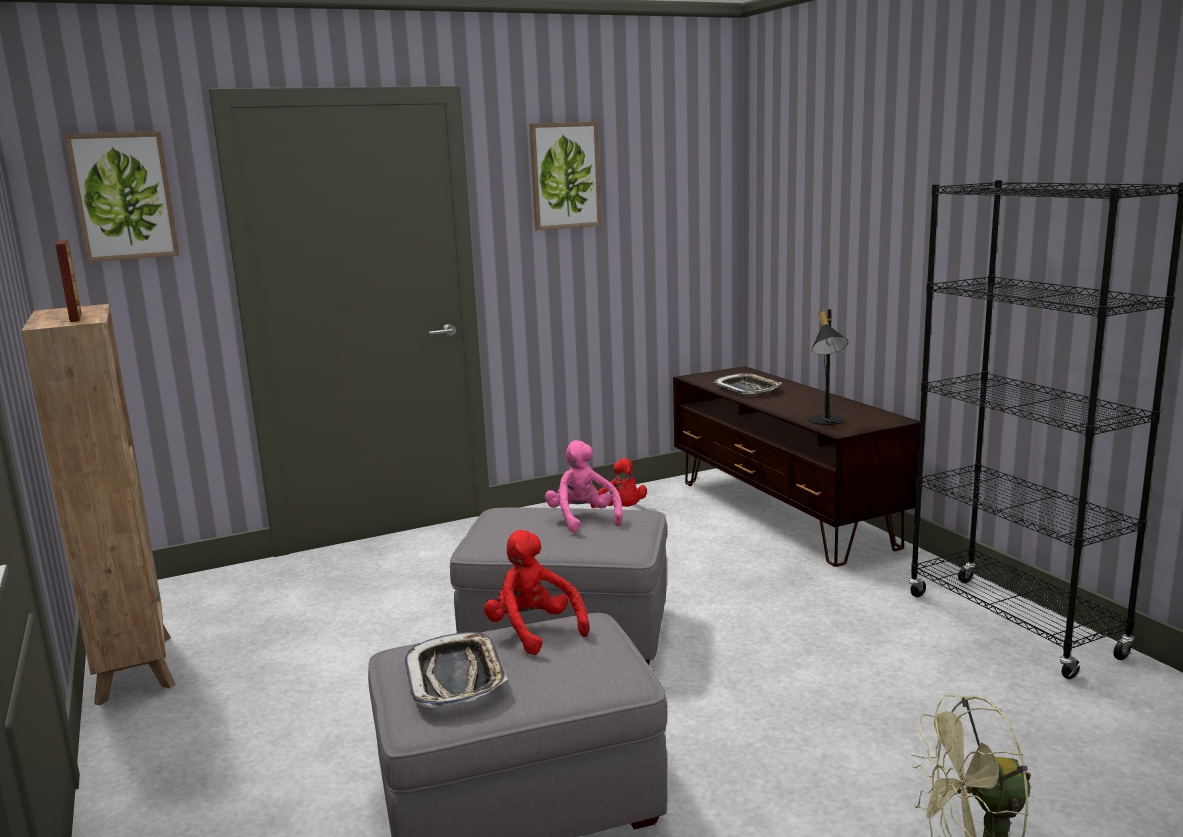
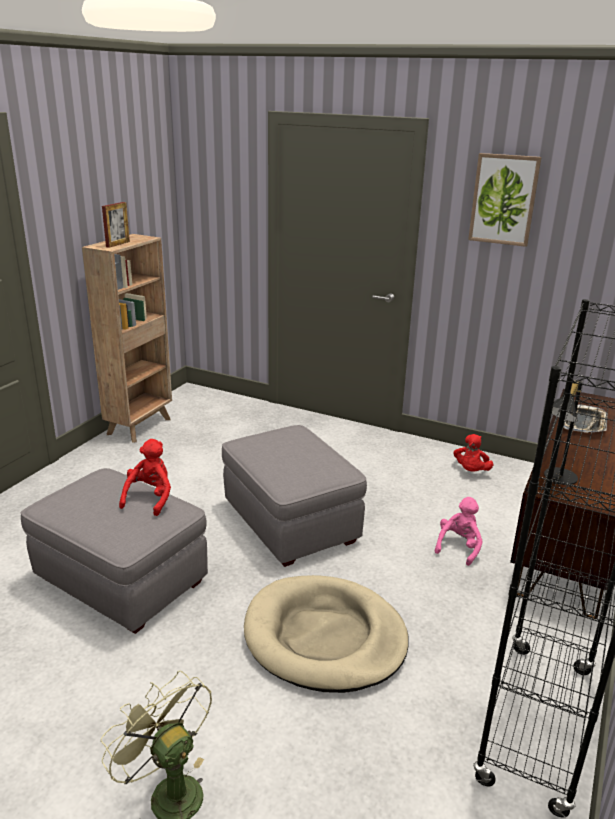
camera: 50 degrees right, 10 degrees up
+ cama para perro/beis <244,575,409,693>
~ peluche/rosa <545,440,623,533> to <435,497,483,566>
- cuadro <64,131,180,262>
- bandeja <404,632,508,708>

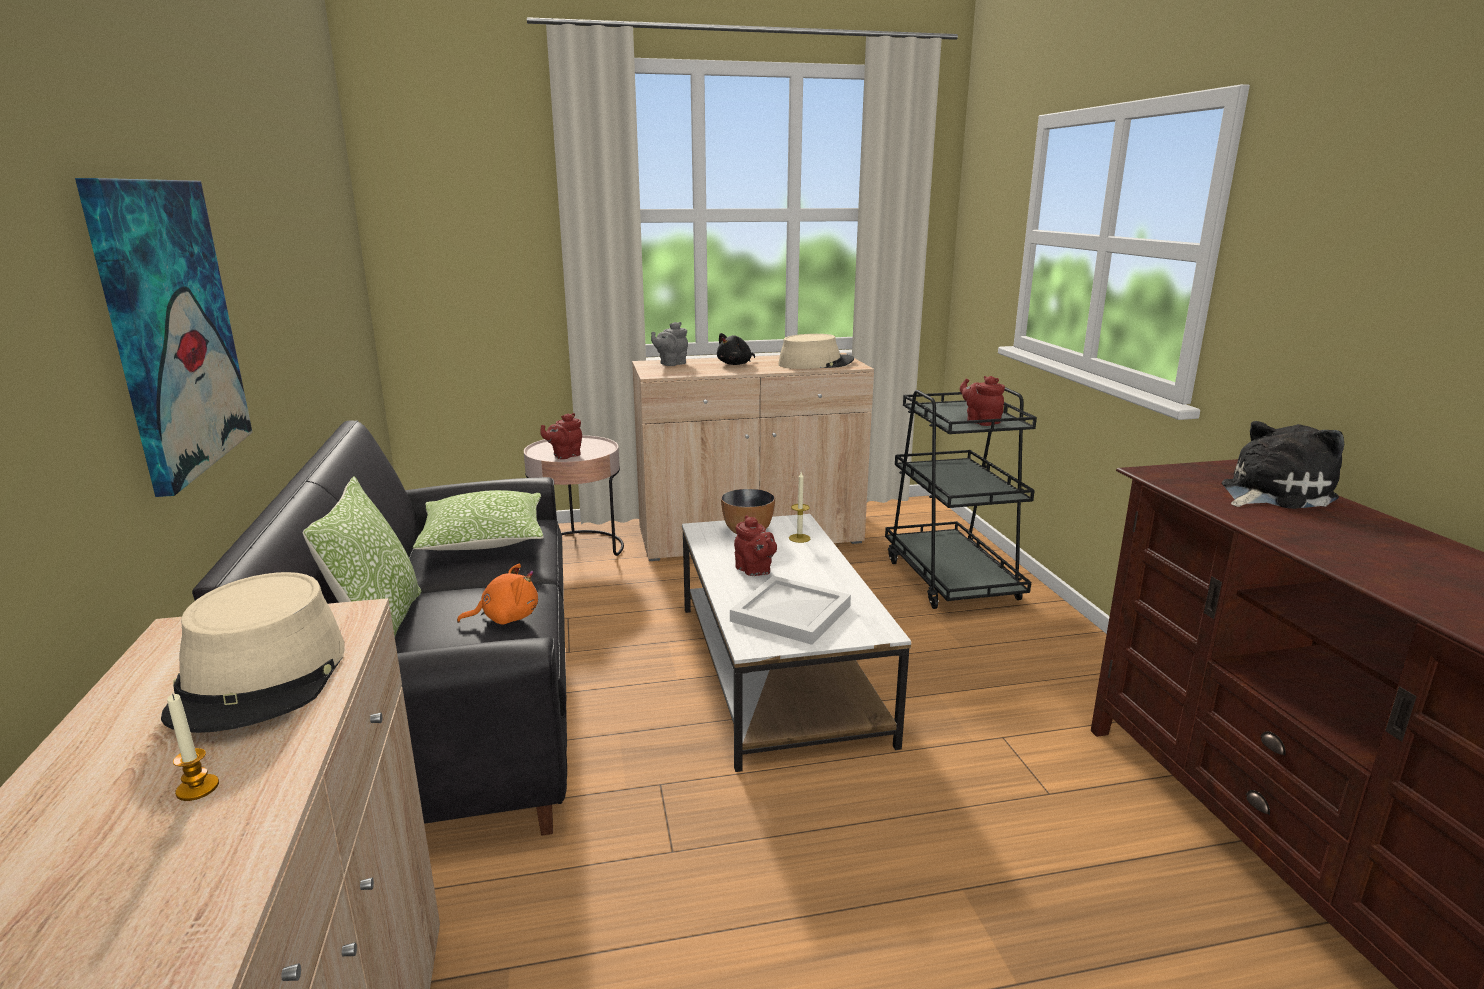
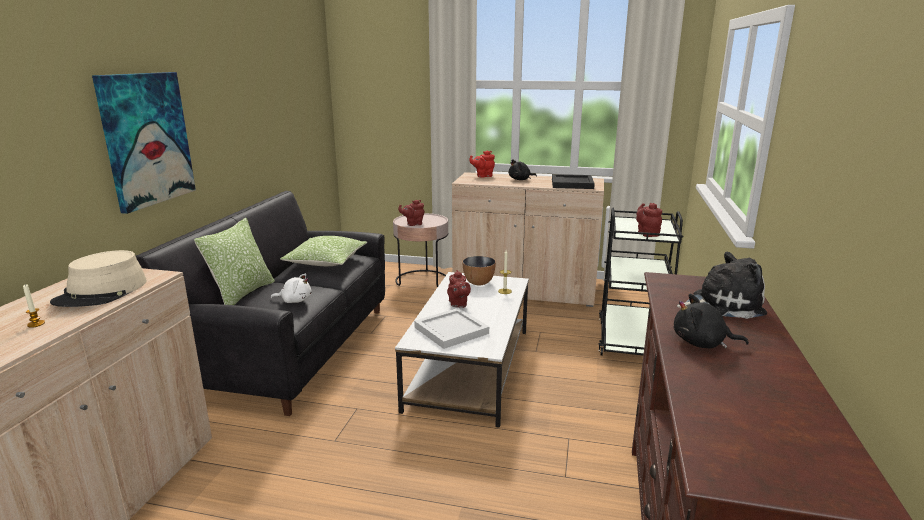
camera: 25 degrees right, 0 degrees up
~ peluche/naranja <457,563,538,624> to peluche/blanco <270,273,312,303>
~ tetera/gris <651,322,688,366> to tetera/rojo <469,151,495,178>
~ sombrero/beis <778,334,854,369> to bandeja/negro <552,174,595,189>
+ peluche/negro <673,294,749,349>

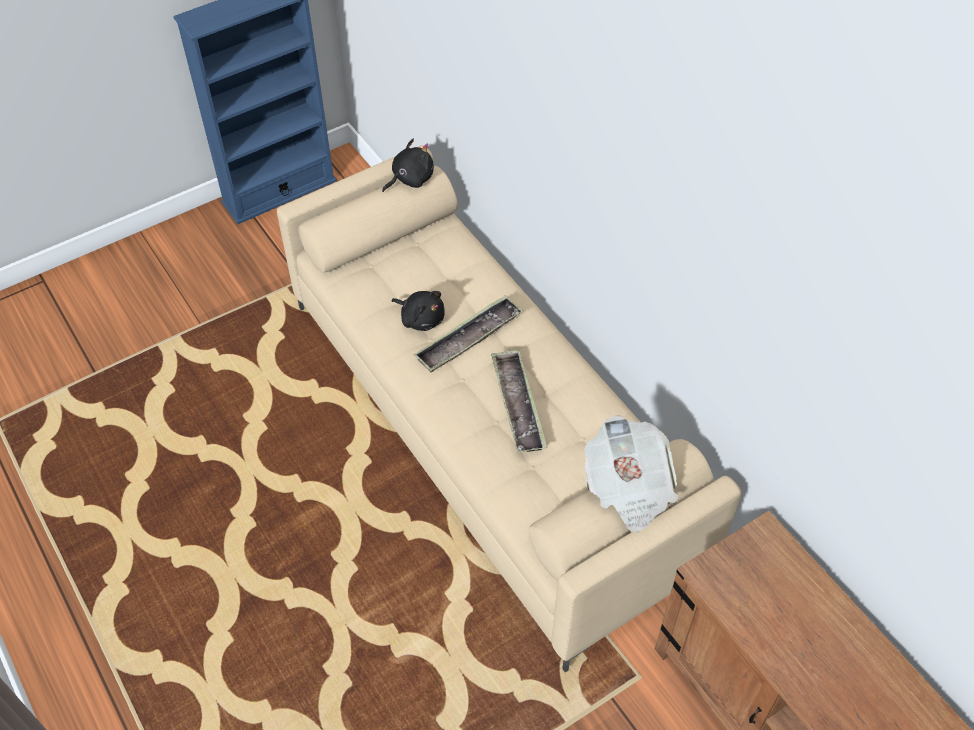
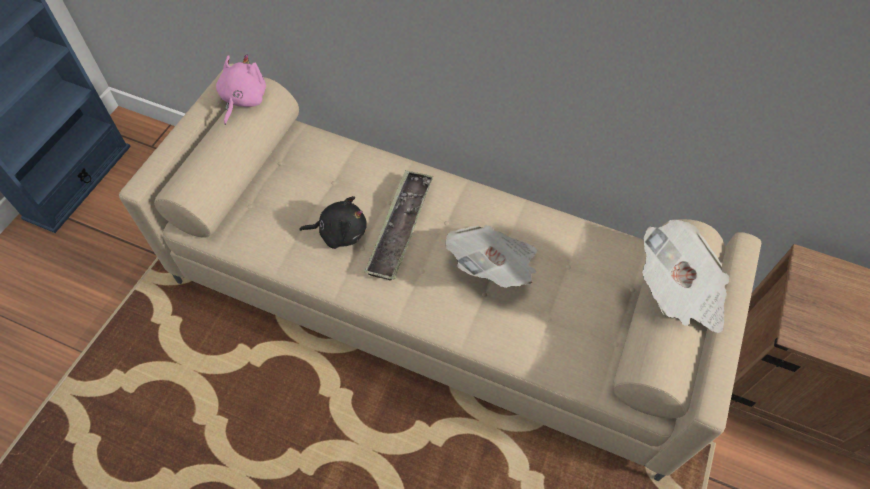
camera: 35 degrees left, 5 degrees up
~ peluche/negro <382,139,434,192> to peluche/rosa <216,54,266,125>
~ bandeja <491,350,547,452> to periódico <445,225,537,288>

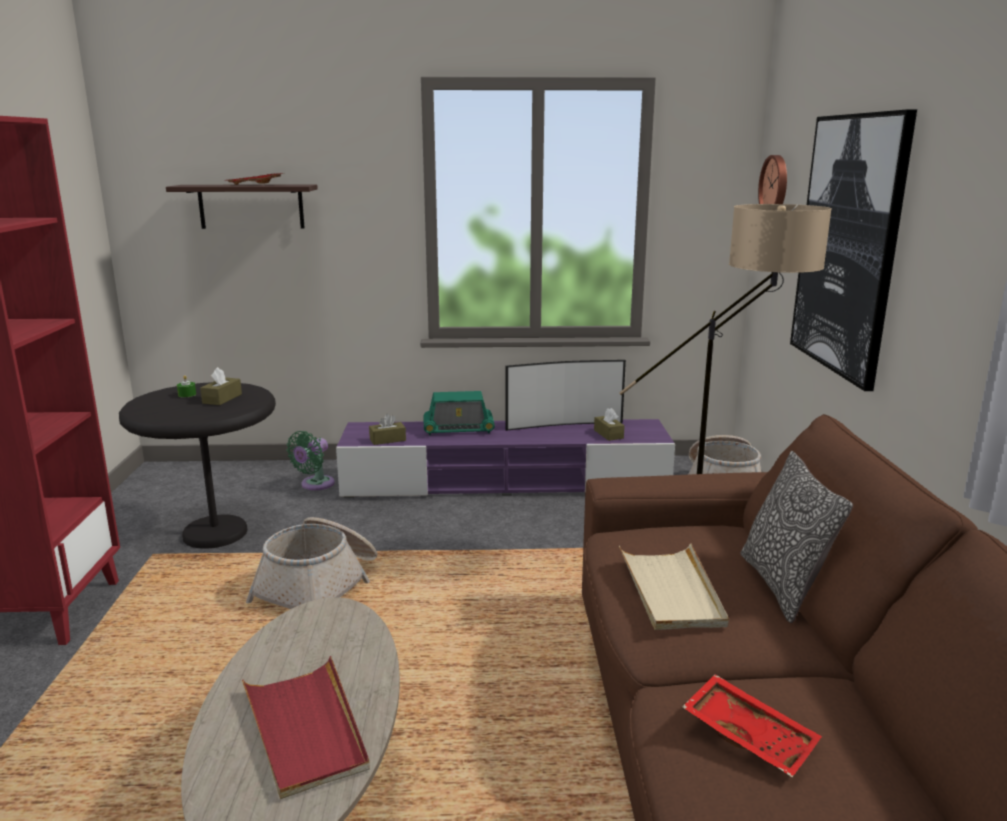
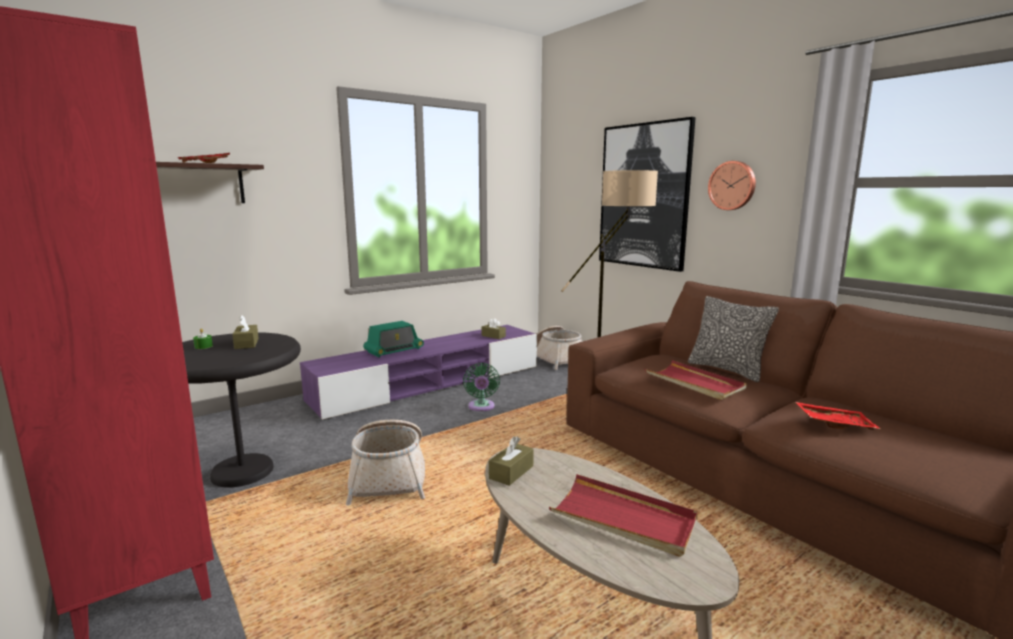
camera: 35 degrees left, 5 degrees down
~ ventilador/verde <286,431,335,490> to <463,363,500,411>
~ caja de pañuelos/marrón <369,414,406,445> to <489,436,534,486>
~ bandeja/beis <619,544,729,630> to bandeja/rojo <645,360,747,400>
~ reloj de pared <758,155,787,204> to <708,161,756,210>
- televisor <506,360,626,431>

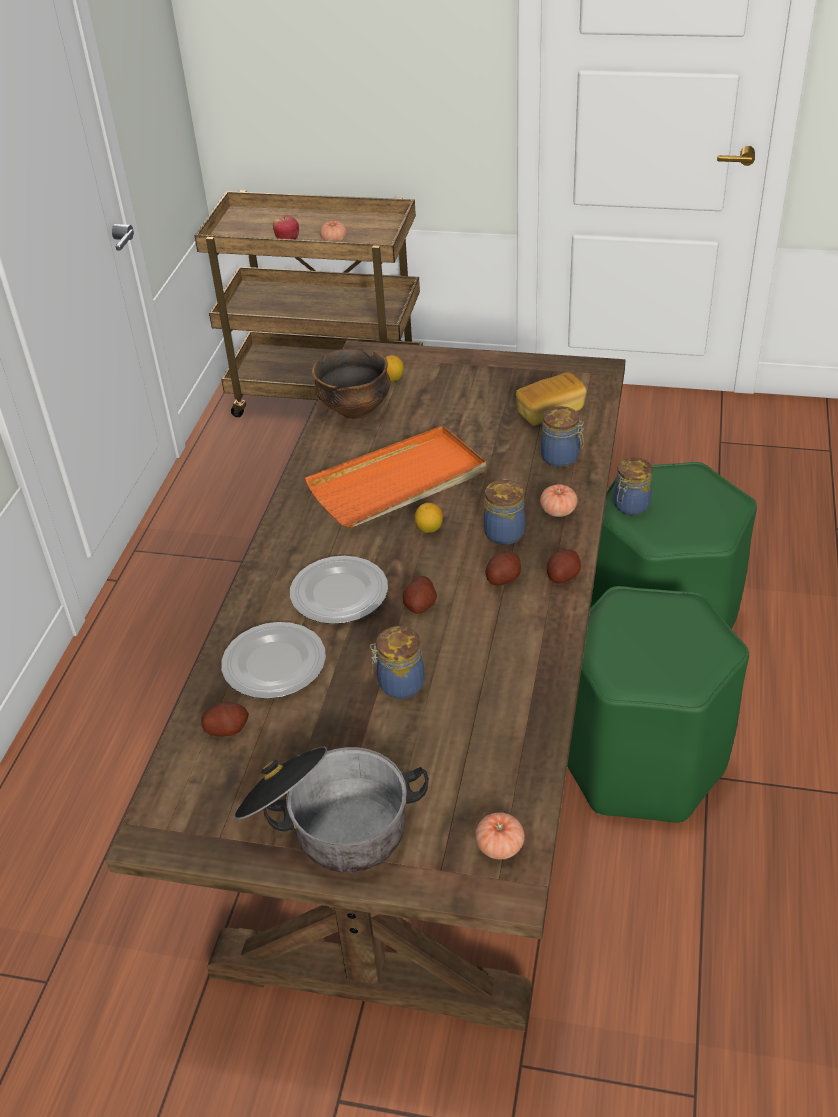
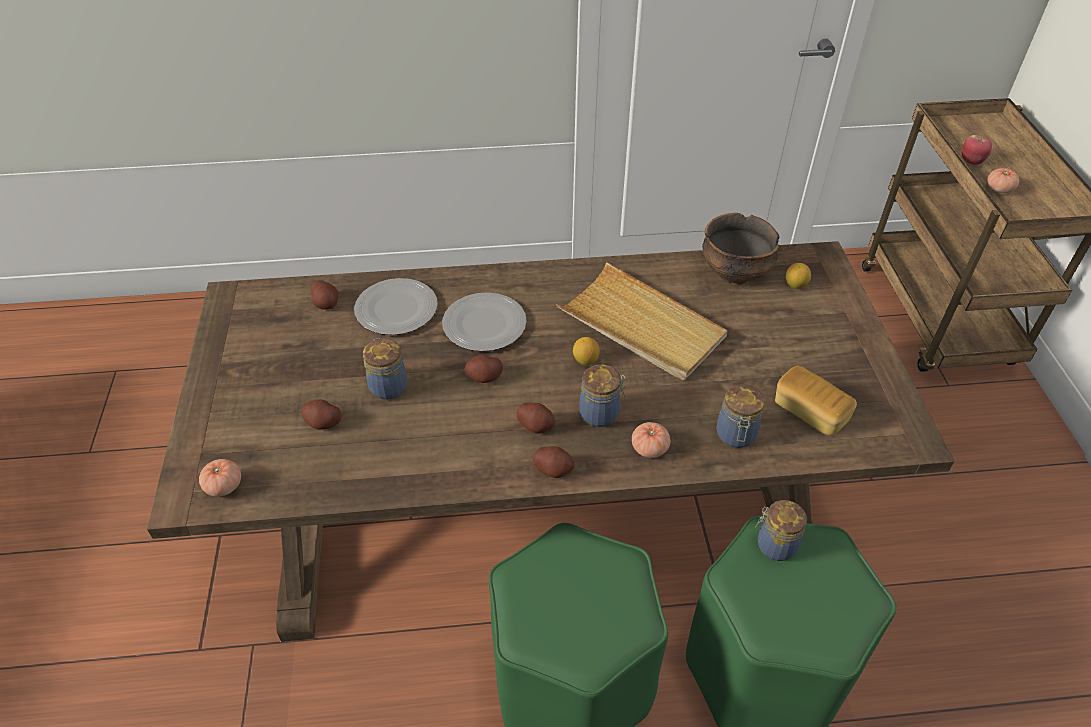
camera: 70 degrees right, 5 degrees up
+ patata <301,399,342,429>
~ bandeja/naranja <305,425,486,529> to bandeja/beis <556,262,728,380>
- olla <234,747,429,873>

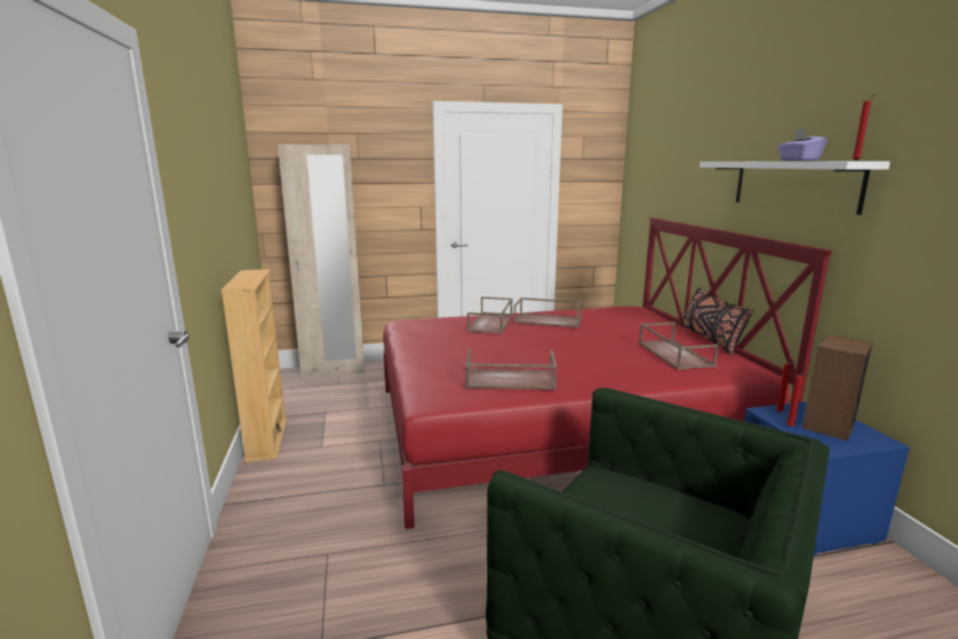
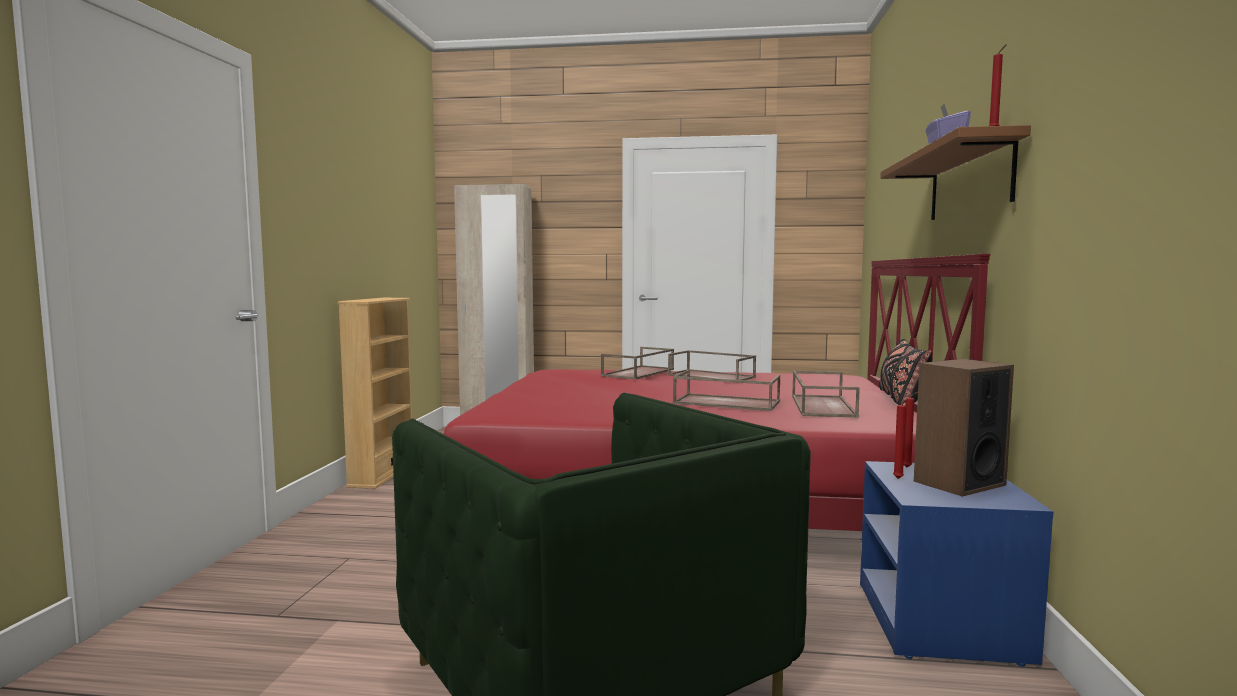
camera: 20 degrees right, 10 degrees down
~ bandeja/marrón <465,349,557,389> to <673,370,780,411>
~ estante/blanco <700,161,890,215> to estante/marrón <880,125,1031,220>

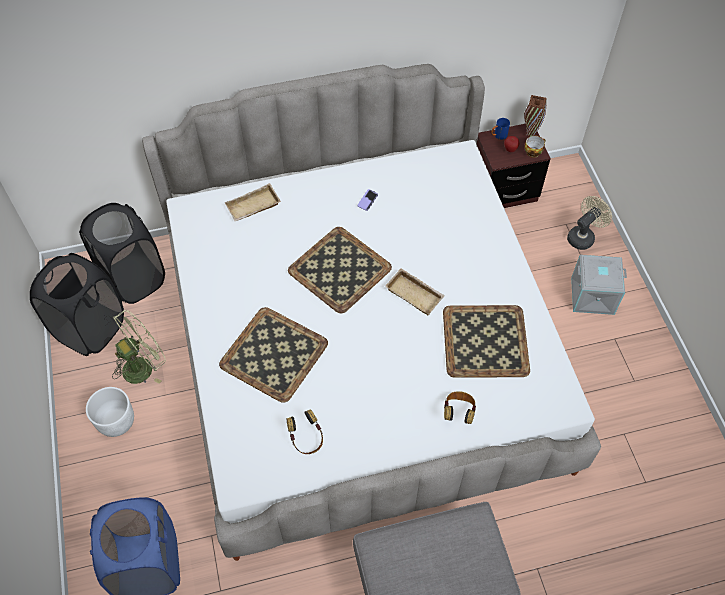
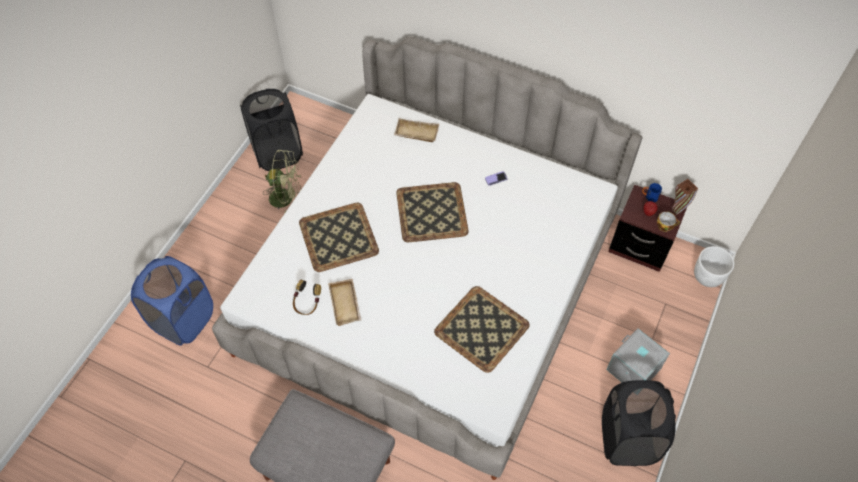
camera: 40 degrees right, 0 degrees up
~ bandeja/beis <385,268,445,315> to <328,279,361,326>
~ cesto de la ropa/negro <79,203,165,304> to <602,380,676,466>
~ maceta/blanco <86,387,134,437> to <694,246,734,287>
- auriculares <444,391,476,424>
- ventilador/beis <567,196,612,250>

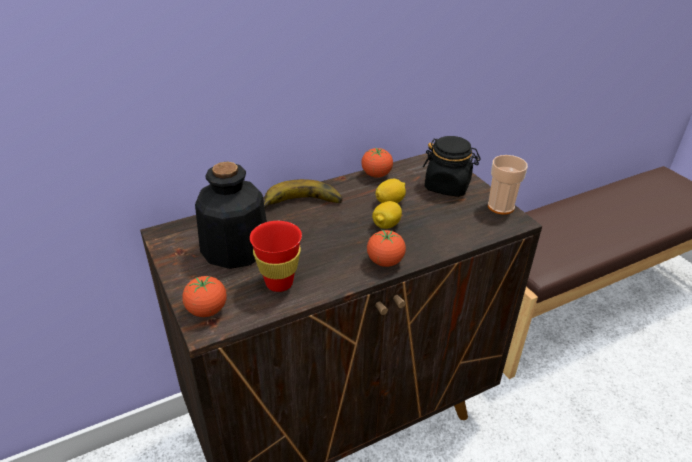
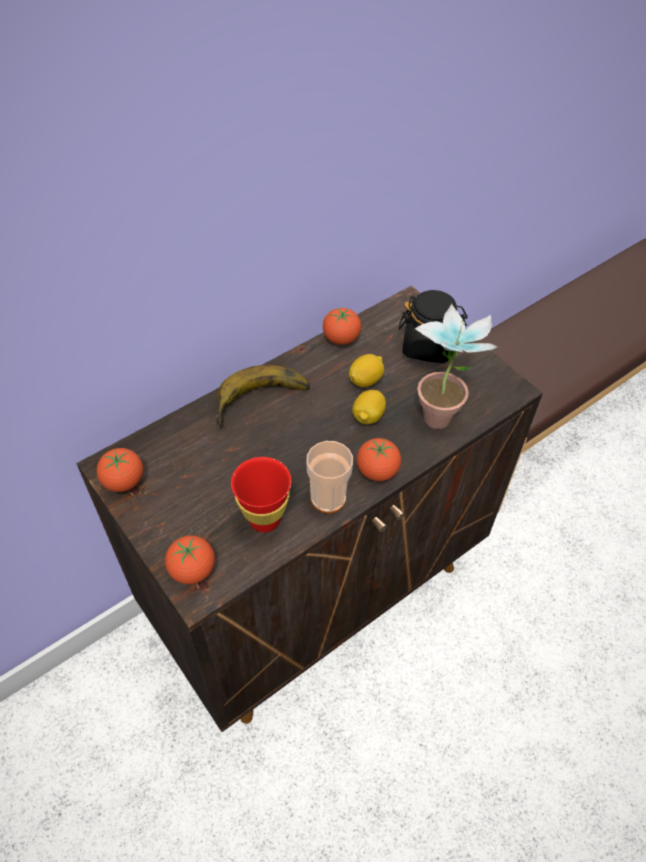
camera: 10 degrees left, 15 degrees up
+ tomate <97,448,143,492>
~ taza <488,155,528,215> to <306,441,353,513>
+ planta en maceta <415,304,497,429>
- botella <195,161,267,269>

